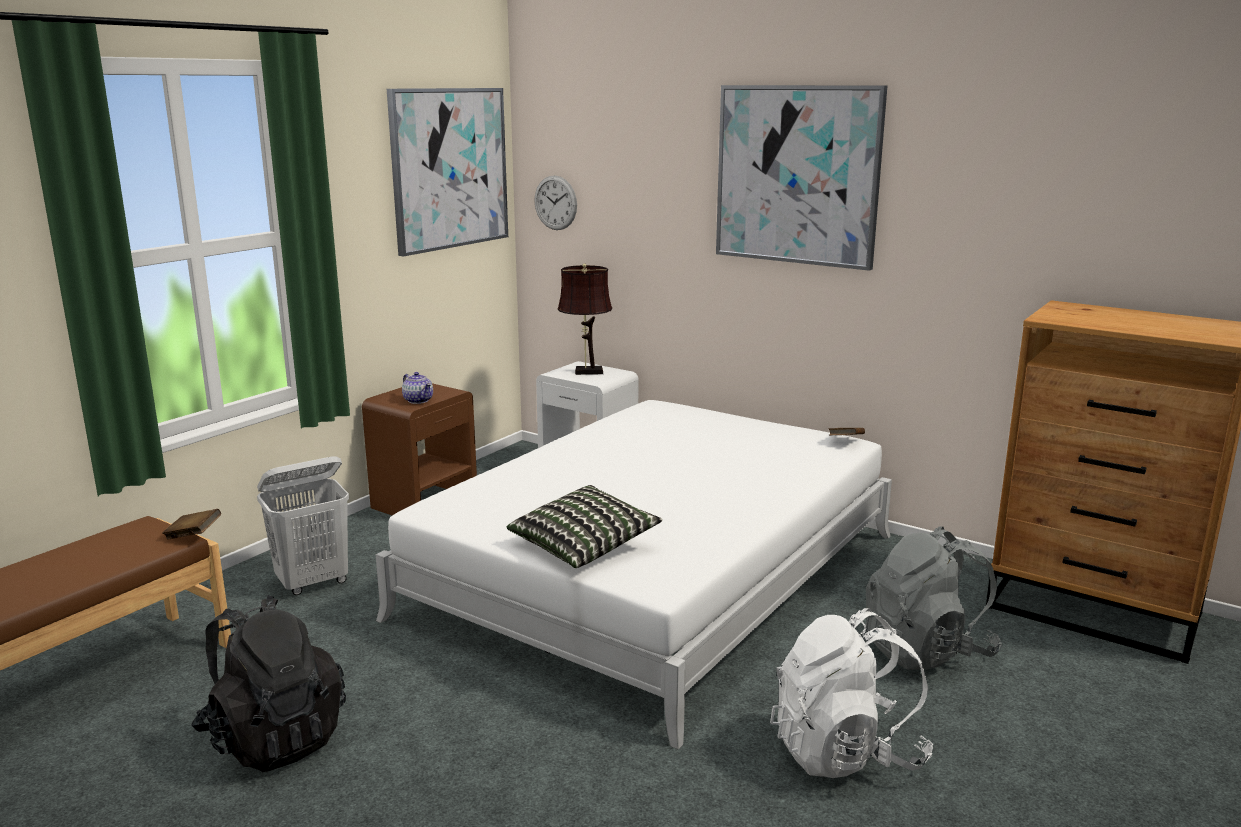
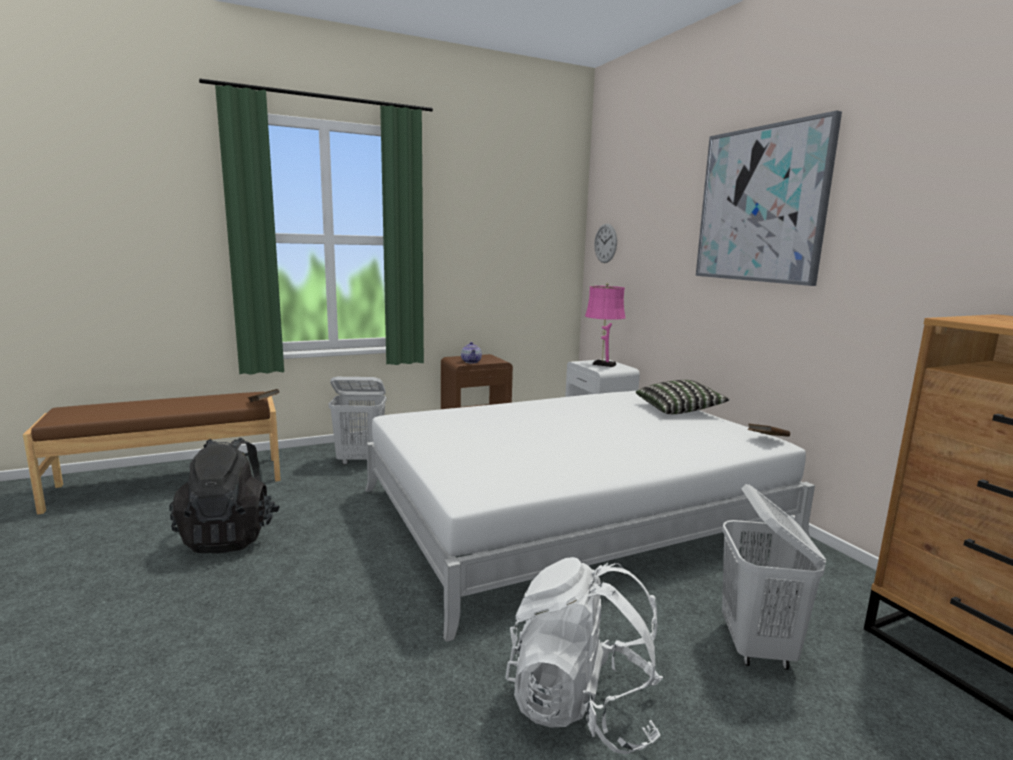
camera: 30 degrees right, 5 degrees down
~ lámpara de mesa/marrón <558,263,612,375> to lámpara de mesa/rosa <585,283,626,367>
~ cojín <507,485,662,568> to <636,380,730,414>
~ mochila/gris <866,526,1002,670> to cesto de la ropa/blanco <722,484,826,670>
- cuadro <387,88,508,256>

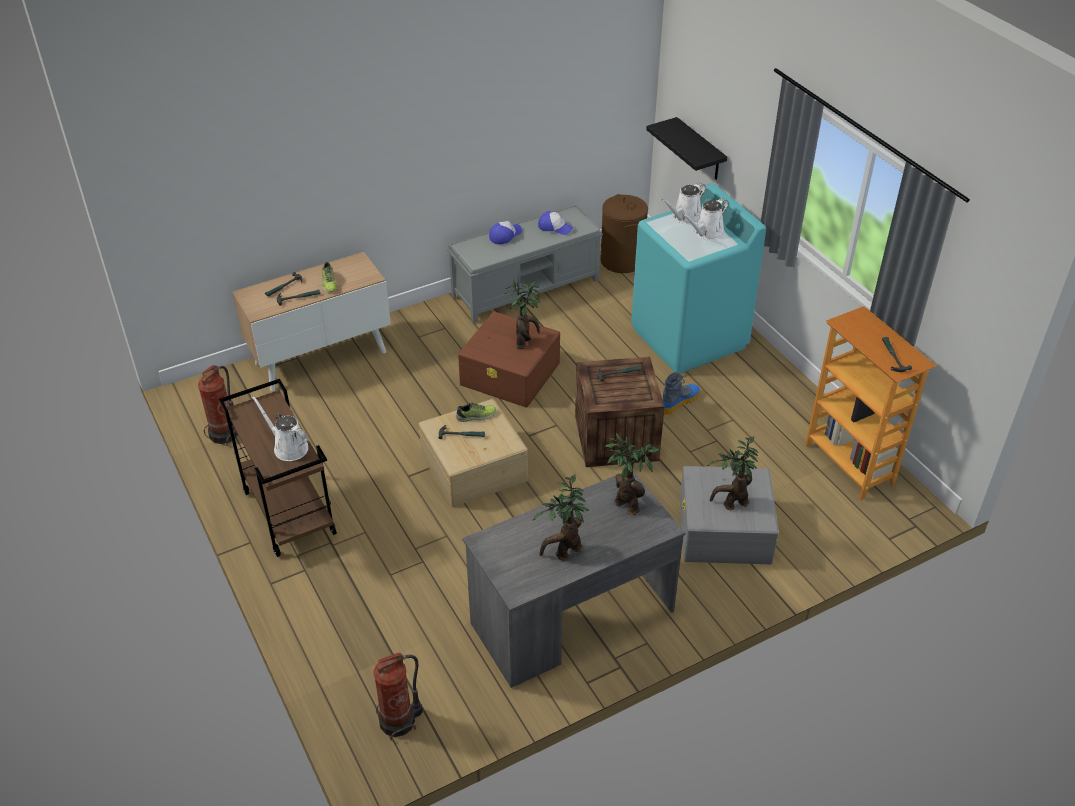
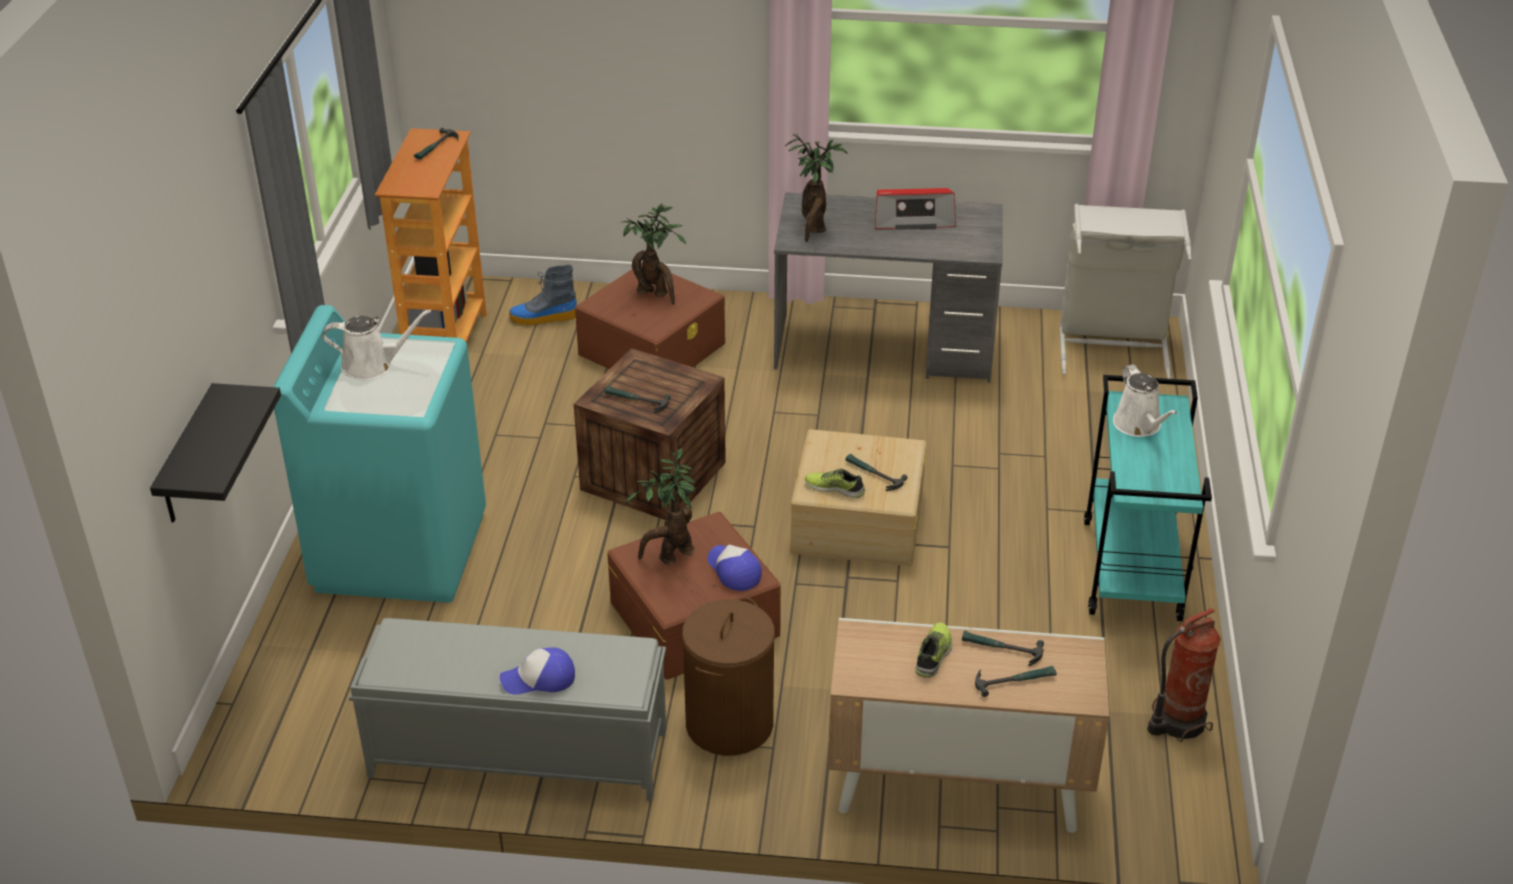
camera: 145 degrees left, 5 degrees down
~ bota <662,372,700,415> to <509,265,577,326>
~ caja de almacenaje/gris <680,466,779,564> to caja de almacenaje/marrón <575,262,725,369>
~ cesto de la ropa/marrón <600,194,648,273> to <682,598,775,756>
~ gorra <538,211,574,235> to <708,545,762,591>
~ planta en maceta <533,474,589,561> to radio <875,188,956,230>
~ extintor <373,653,423,740> to cesto de la ropa/gris <1060,204,1192,379>
~ carrito/marrón <219,379,337,557> to carrito/turquesa <1084,375,1212,621>
- regadera/blanco <661,183,706,224>

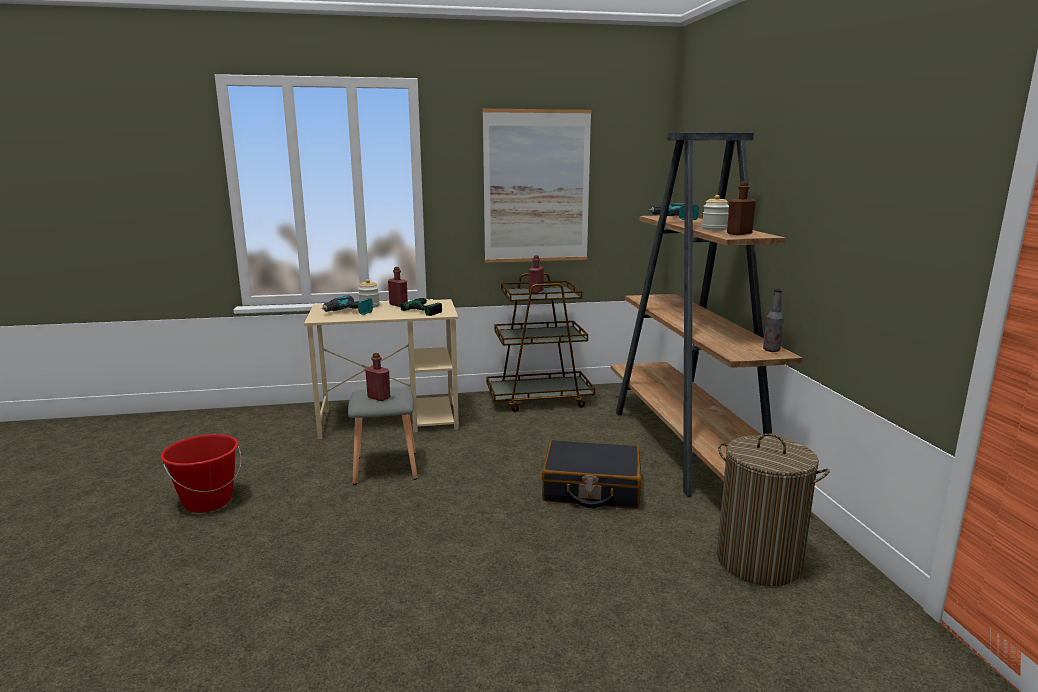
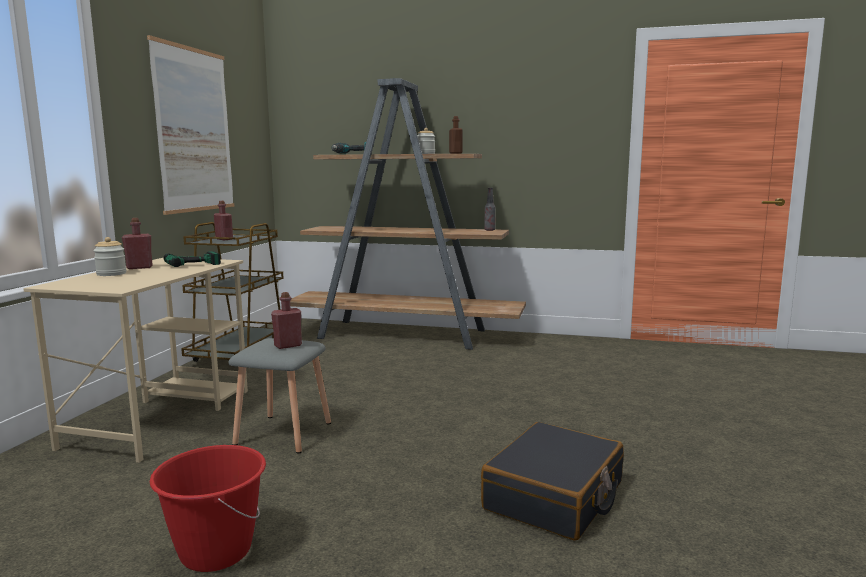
camera: 65 degrees left, 5 degrees down
~ maleta/negro <542,440,641,509> to <481,422,624,541>
- taladro <321,295,373,315>
- cesto de la ropa <717,434,830,586>

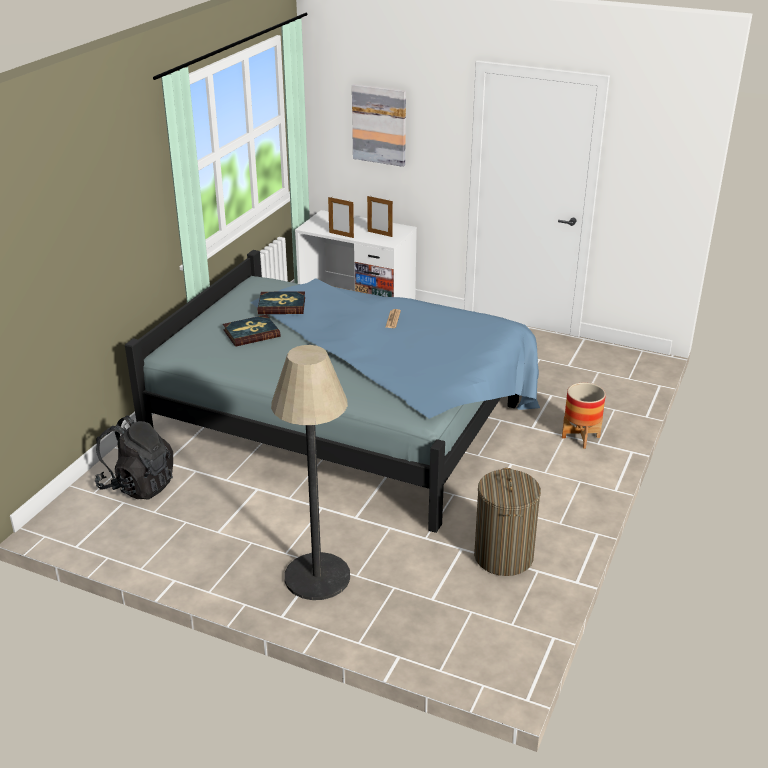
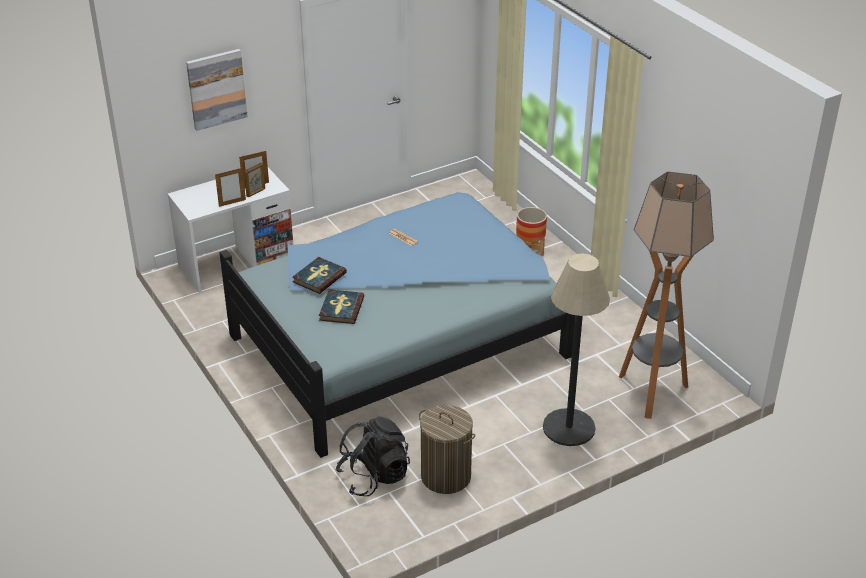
camera: 55 degrees left, 5 degrees up
+ portarretratos <244,163,265,197>
~ cesto de la ropa <474,468,541,576> to <419,405,476,494>
+ lámpara de pie <619,171,714,419>

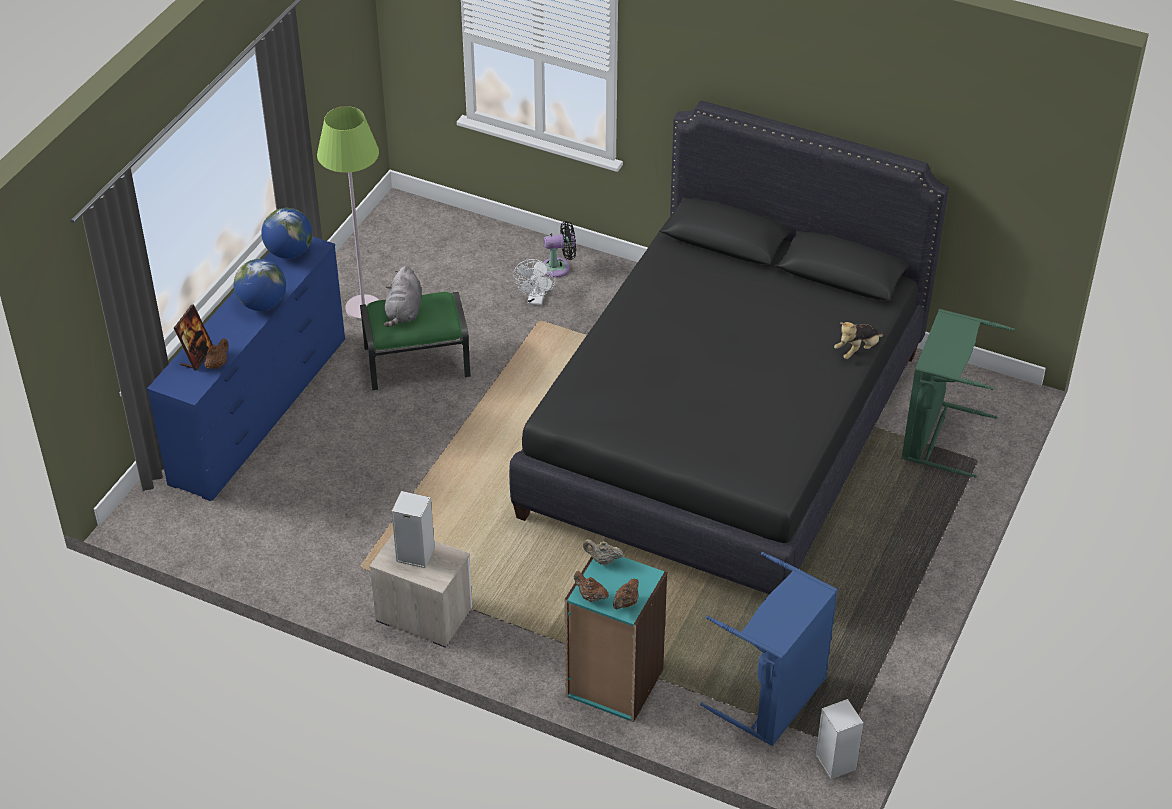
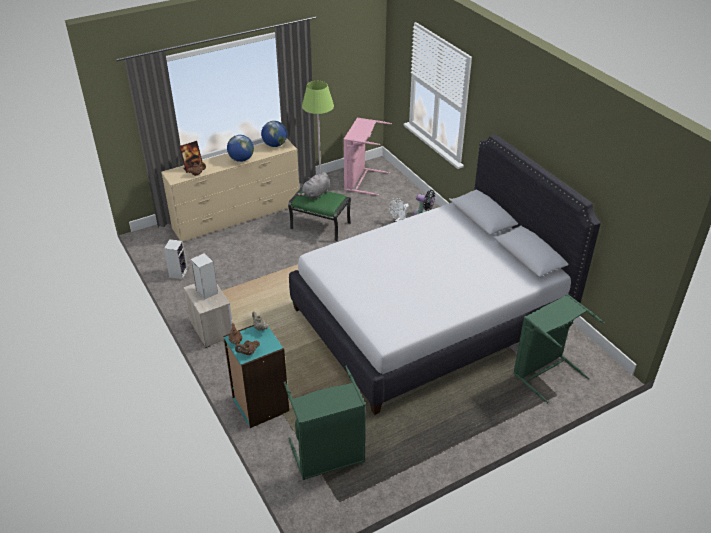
camera: 35 degrees right, 5 degrees down
~ cómoda/azul <147,237,345,501> to cómoda/beis <161,139,299,241>
~ altavoz <816,699,864,779> to <164,239,188,279>
~ cesto de la ropa/azul <700,552,838,746> to cesto de la ropa/verde <284,366,366,480>
~ cama/negro <509,101,949,594> to cama/blanco <289,135,601,415>
+ cesto de la ropa/rosa <344,118,392,196>
- peluche <834,322,884,359>

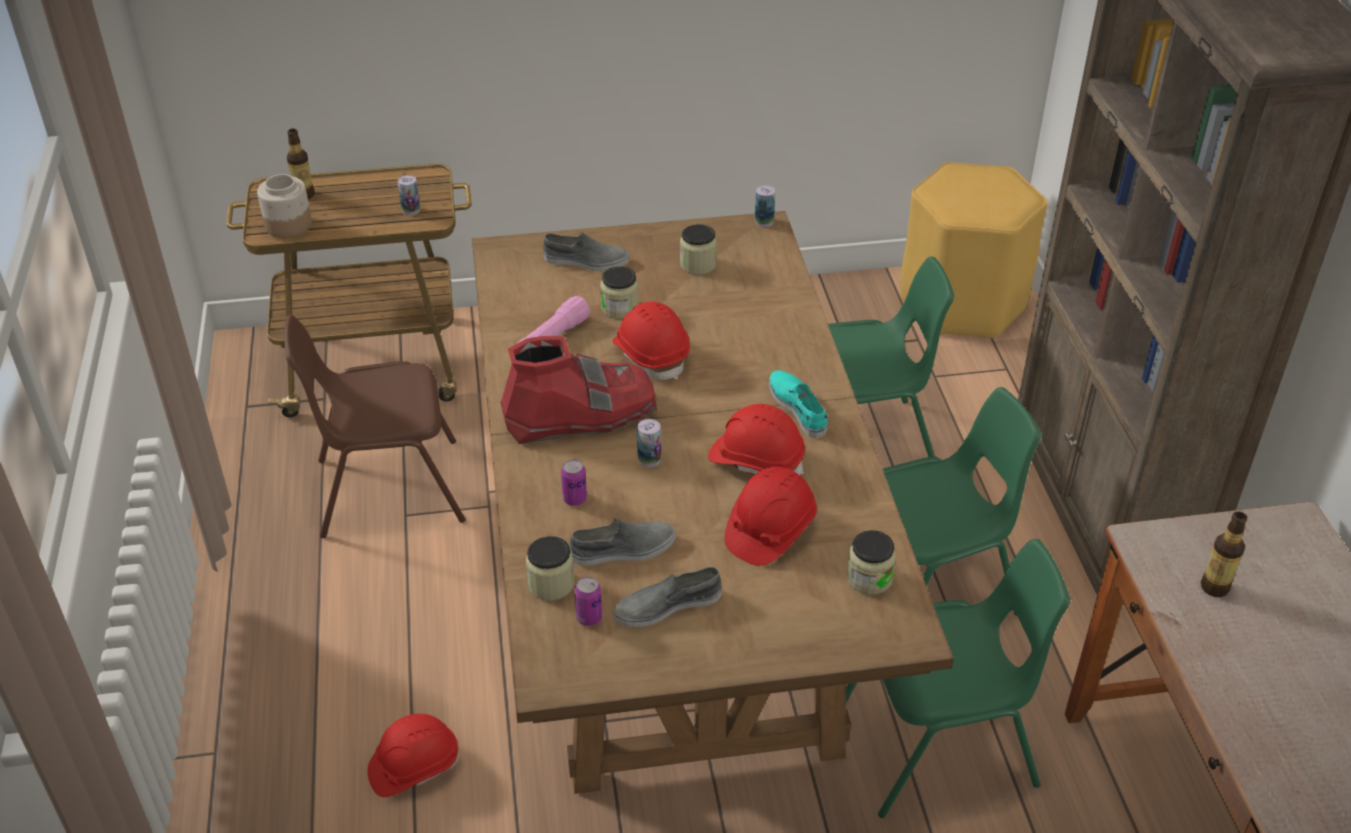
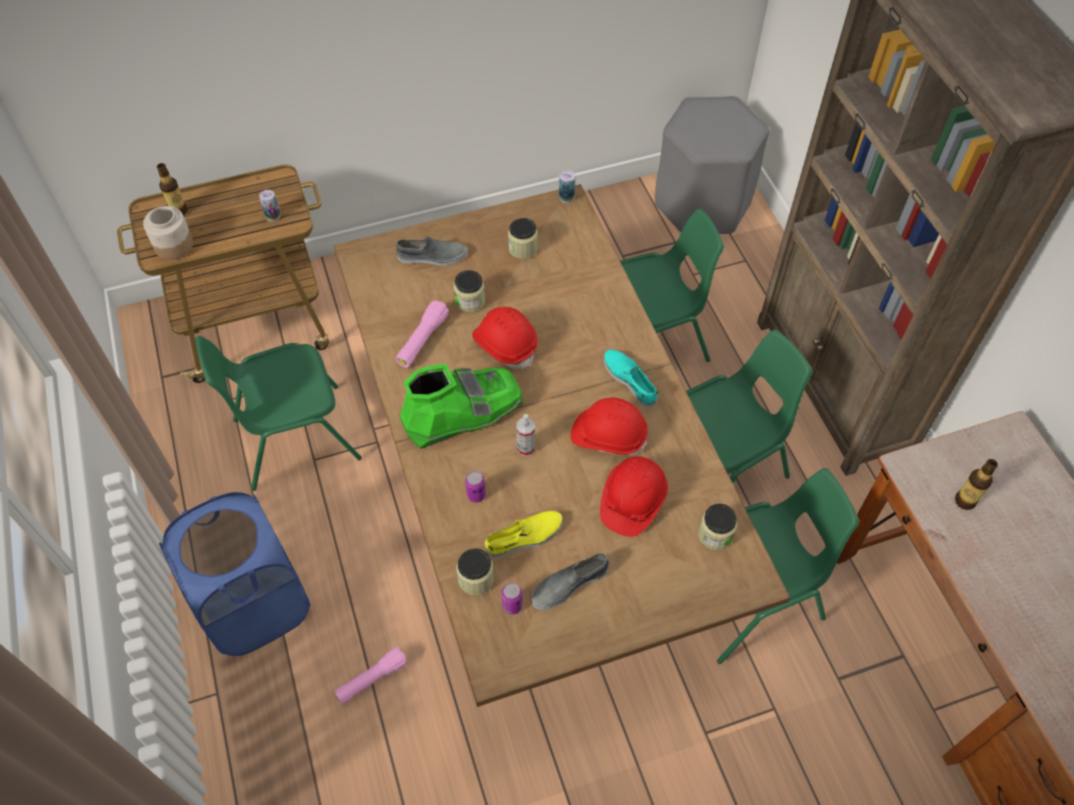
camera: 10 degrees left, 15 degrees up
+ cesto de la ropa/azul <159,492,311,656>
~ silla/marrón <284,315,465,538> to silla/verde <195,336,362,491>
~ casco/rojo <367,714,460,797> to linterna/rosa <334,647,408,704>
~ bota/rojo <500,336,657,444> to bota/verde <399,363,524,449>
~ zapato/gris <570,518,676,566> to zapato/amarillo <484,511,563,558>
~ lata <637,419,661,467> to pulverizador <516,414,535,456>
~ taburete/amarillo <900,162,1047,339> to taburete/gris <655,96,769,234>

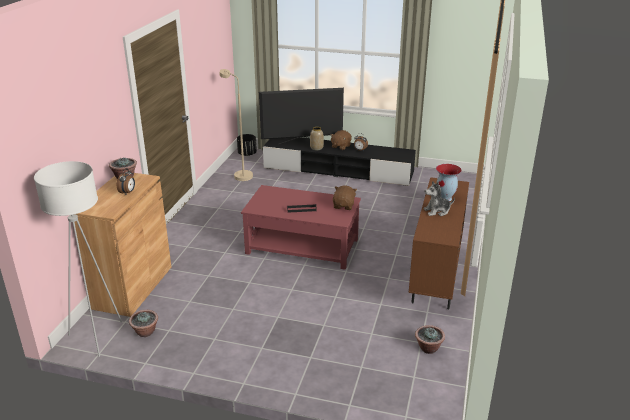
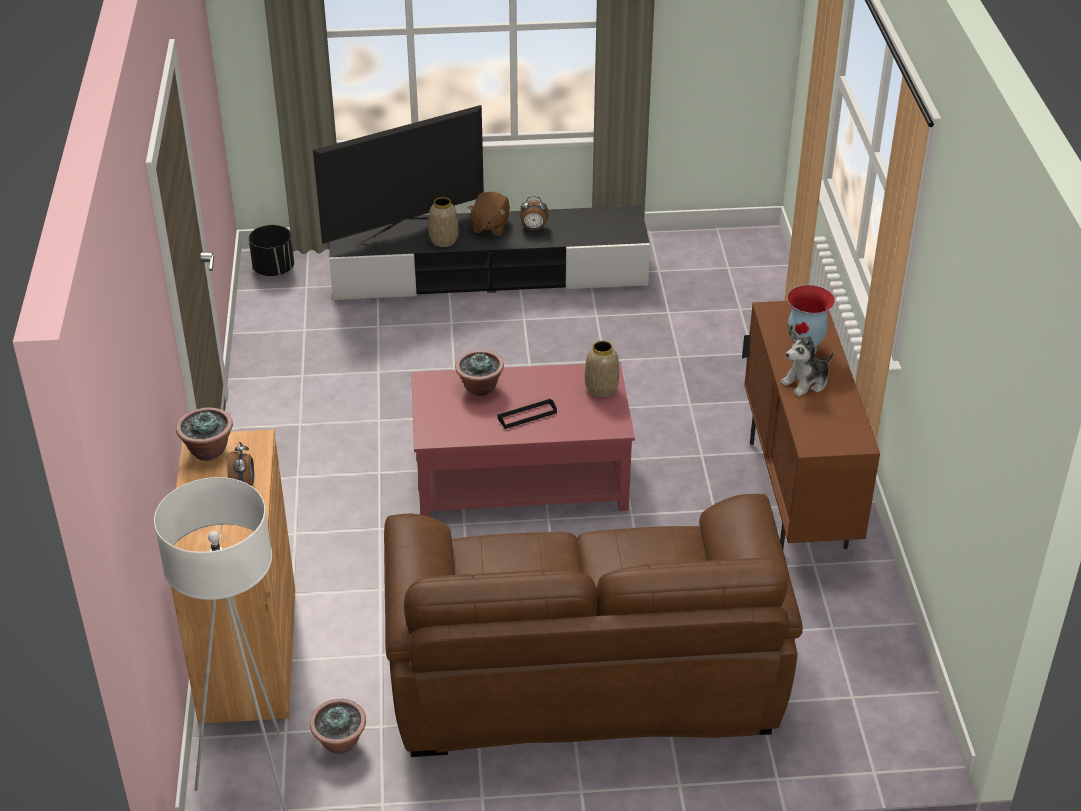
camera: 20 degrees left, 10 degrees up
+ sofá/marrón <384,494,803,757>
~ planta en maceta <415,325,445,354> to <455,350,504,396>
~ peluche/marrón <333,186,357,210> to florero <585,340,619,397>
- lámpara de pie/beis <219,69,253,181>

